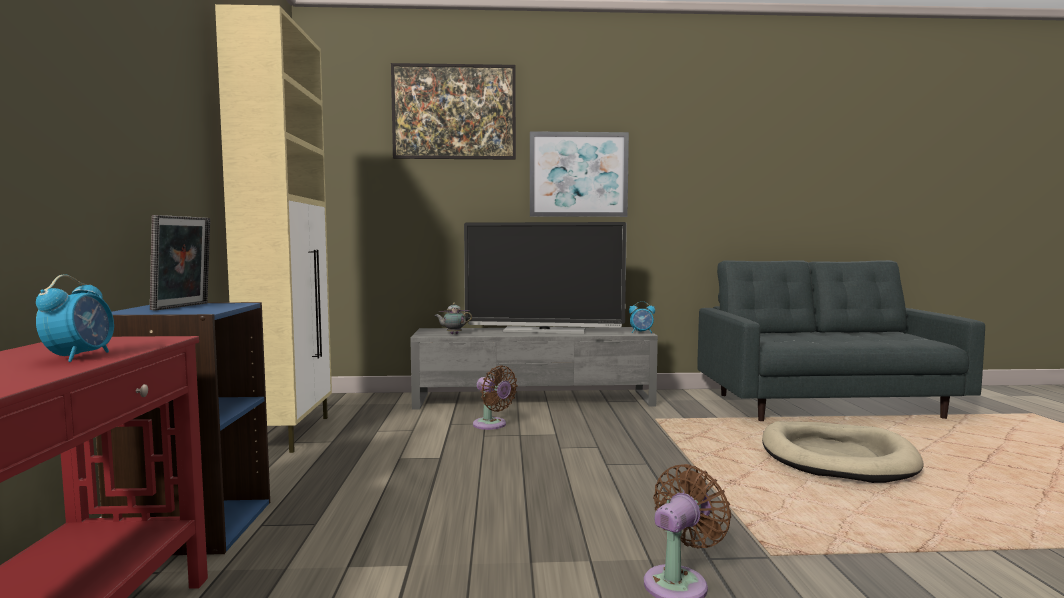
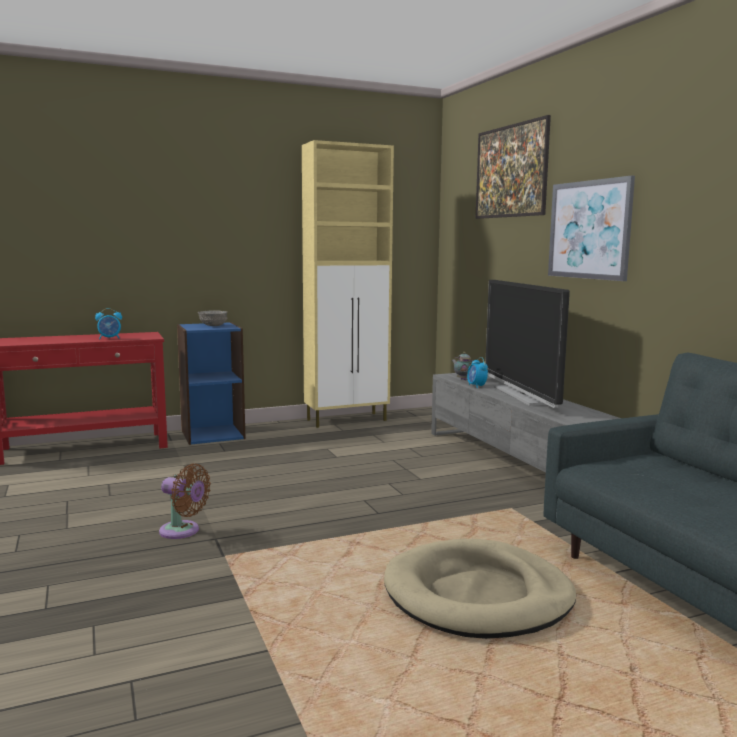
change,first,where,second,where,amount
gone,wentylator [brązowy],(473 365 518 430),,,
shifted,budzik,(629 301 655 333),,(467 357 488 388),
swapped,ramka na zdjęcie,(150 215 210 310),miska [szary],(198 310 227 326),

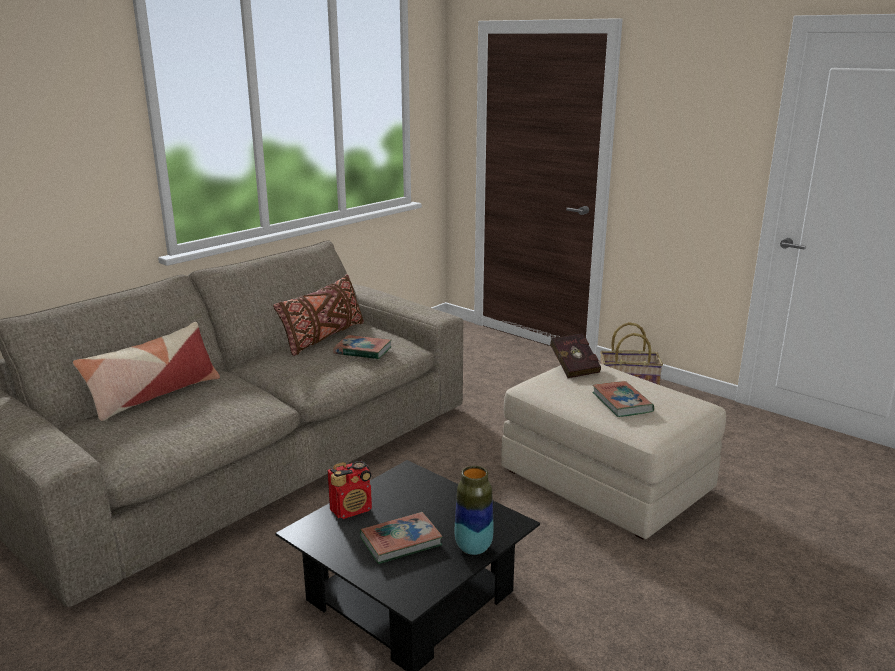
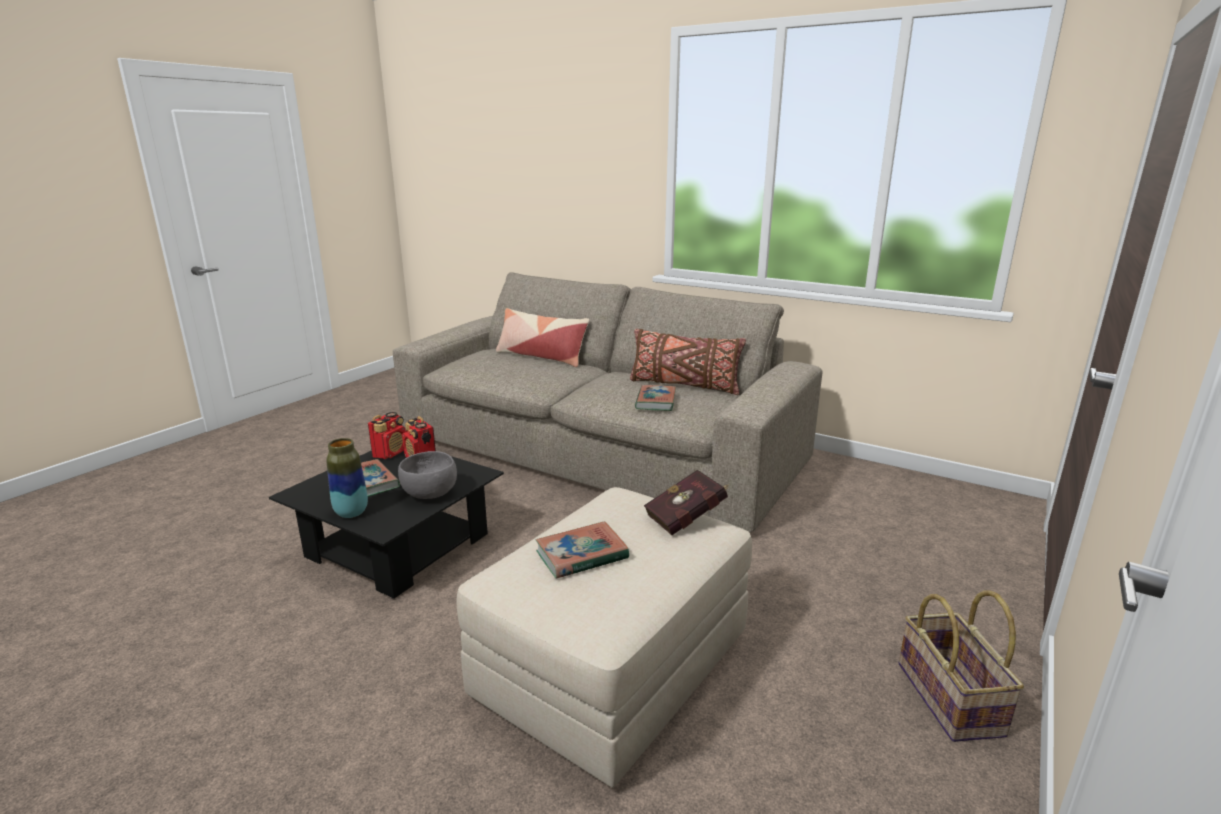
change,first,where,second,where,amount
new,,,radio,(368 412 405 459),
new,,,miska [szary],(398 451 457 499),

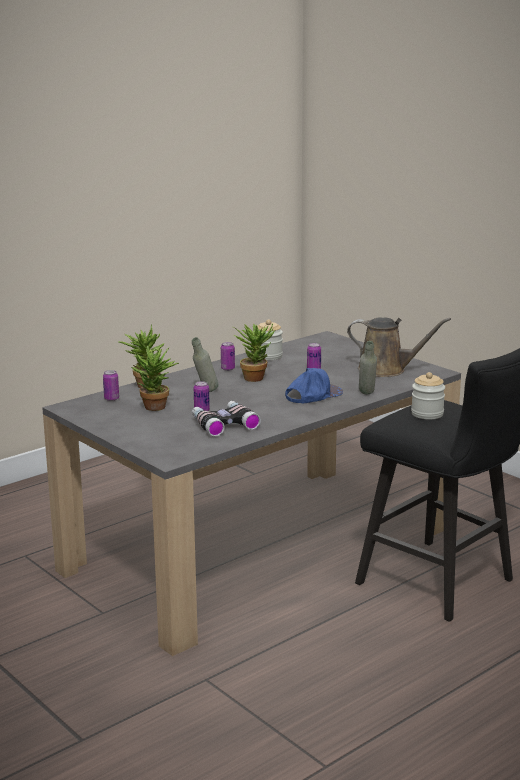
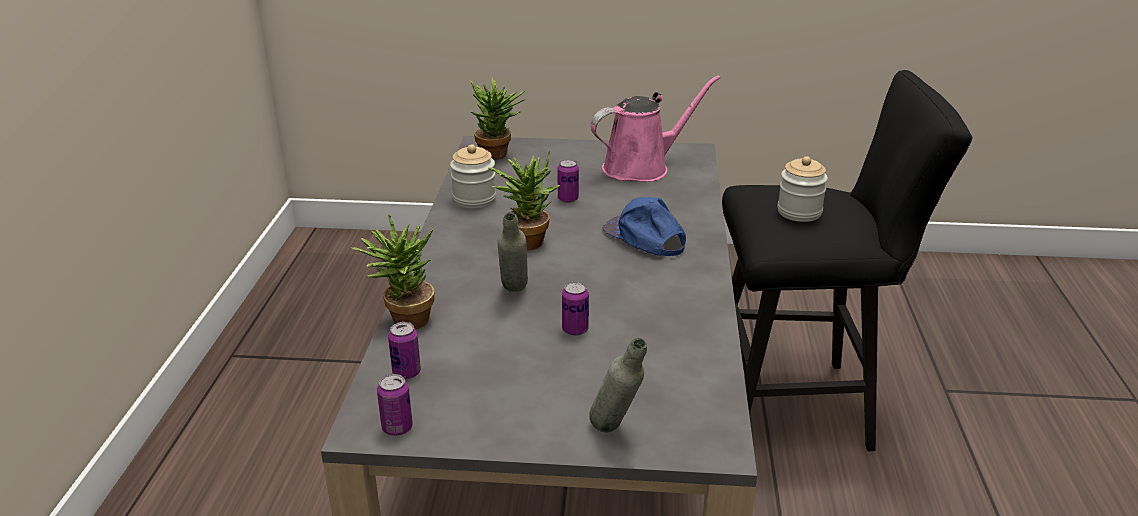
change,first,where,second,where,amount
gone,lornetka,(192 401 261 437),,,
shifted,roślina doniczkowa,(132 345 179 411),,(471 78 526 160),
shifted,puszka,(221 342 235 371),,(377 374 413 436),
shifted,butelka [szary],(359 341 377 394),,(589 338 647 433),
repainted,konewka [brązowy],(347 318 451 377),konewka [różowy],(591 75 720 182),
rotated,czapka z daszkiem [niebieski],(285 368 343 404),,(603 197 686 256),45 degrees counterclockwise

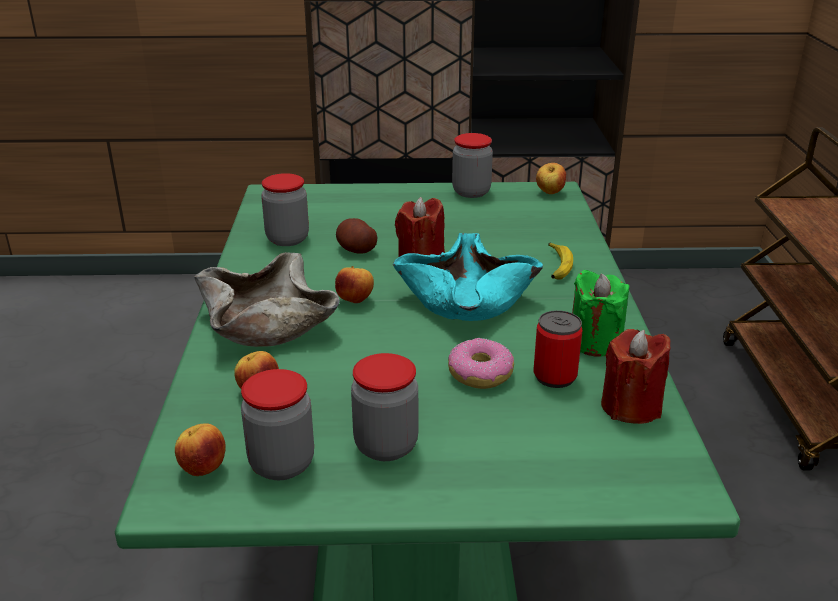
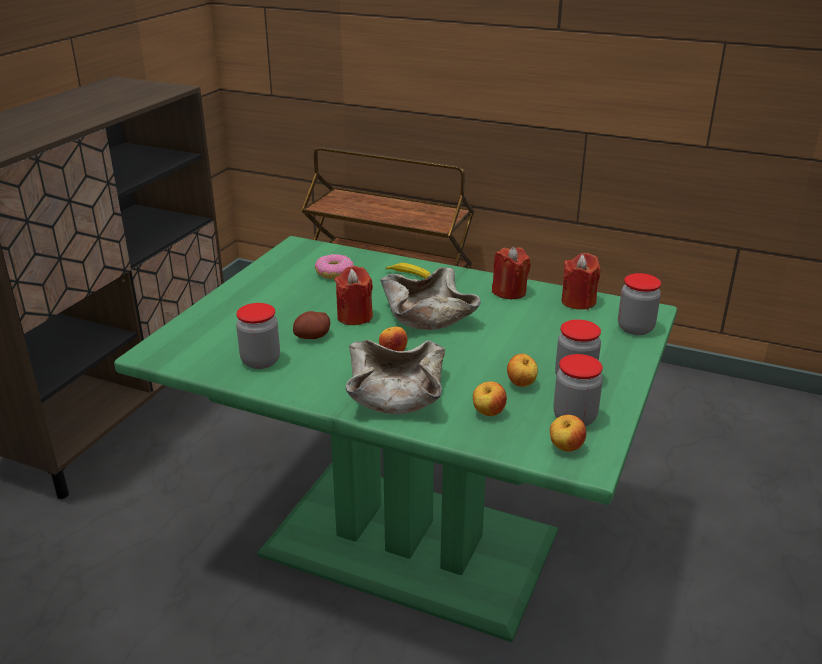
change,first,where,second,where,amount
gone,puszka,(534 310 582 388),,,
shifted,donut,(448 338 514 389),,(315 254 354 279),
shifted,słoik,(452 133 493 198),,(618 273 661 335),
shifted,jabłko,(536 163 566 194),,(507 354 538 387),
repainted,miska [turkusowy],(393 233 543 321),miska [beżowy],(380 267 481 330),
repainted,świeca [zielony],(572 270 629 357),świeca [czerwony],(492 247 531 299),

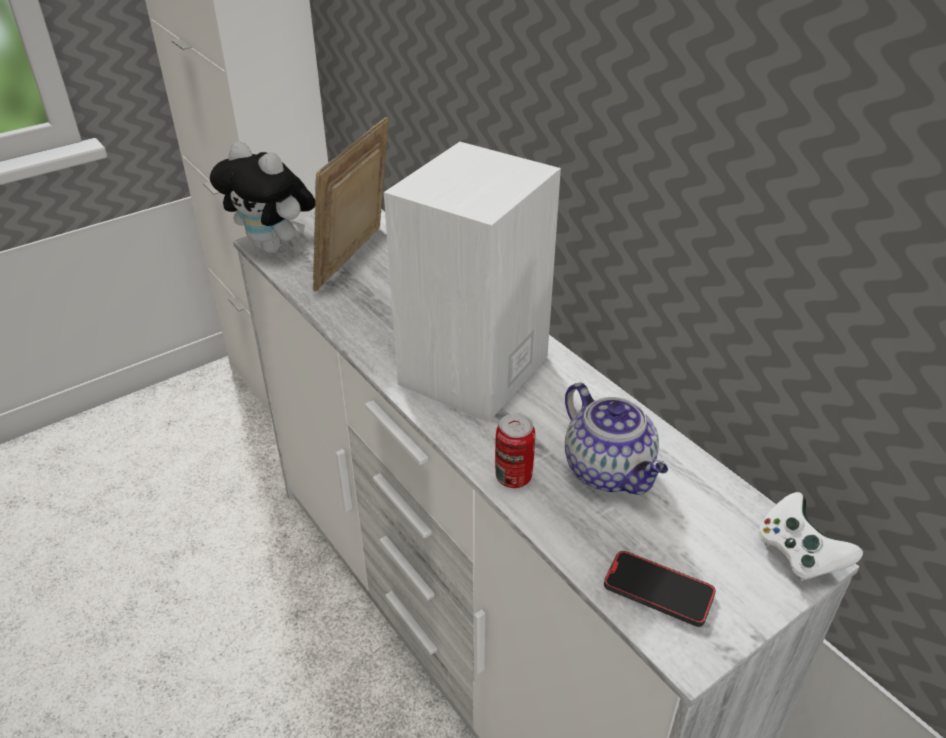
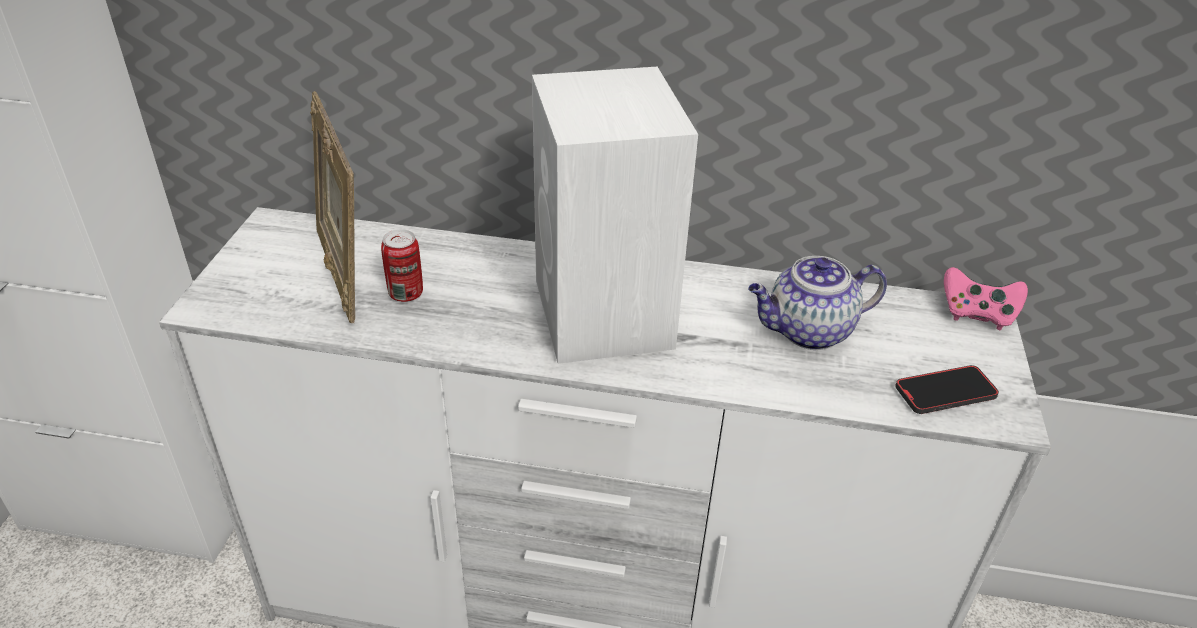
change,first,where,second,where,amount
gone,pluszak,(210 141 315 254),,,
shifted,puszka,(495 414 535 488),,(381 229 423 302),
repainted,pad do gier [biały],(758 492 863 581),pad do gier [różowy],(944 267 1028 330),
rotated,imbryk,(565 383 668 495),,(748 256 887 350),150 degrees clockwise

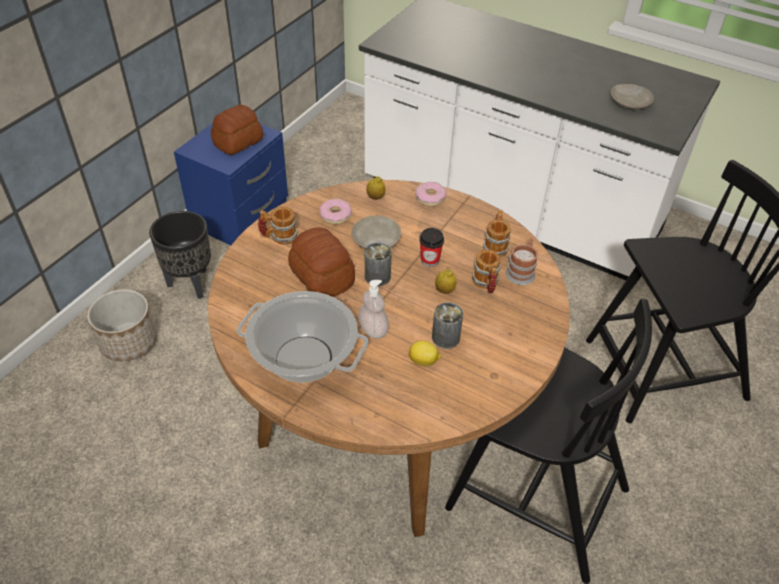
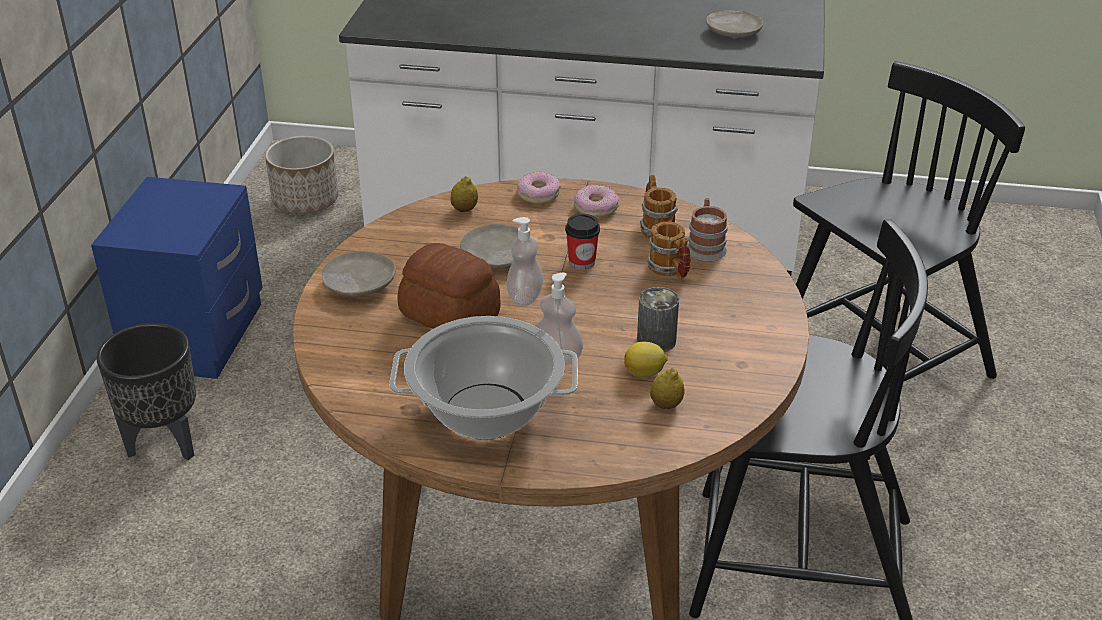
change,first,where,second,where,amount
gone,chleb,(211 105 263 155),,,
shifted,donica,(87 289 157 361),,(265 136 338 214),
shifted,donut,(319 199 352 224),,(574 185 619 217),
shifted,cytryna,(435 269 456 294),,(650 368 685 409),
swapped,kubek,(258 207 298 245),talerz [beżowy],(321 251 396 297),
swapped,puszka,(365 243 392 286),dozownik mydła,(506 217 543 306),

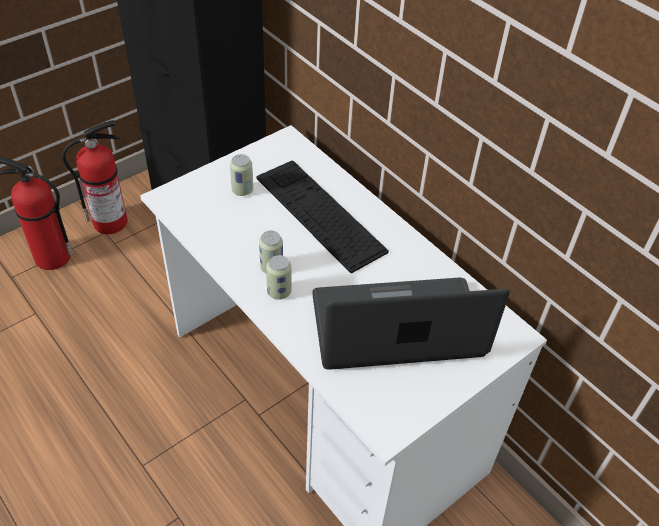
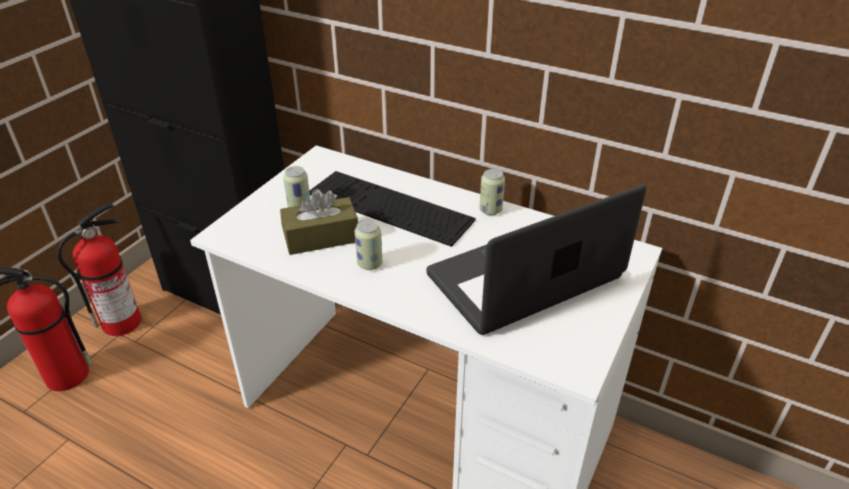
change,first,where,second,where,amount
new,,,pudełko chusteczek [brązowy],(280 189 358 255),
shifted,puszka,(266 255 291 300),,(479 169 505 215),

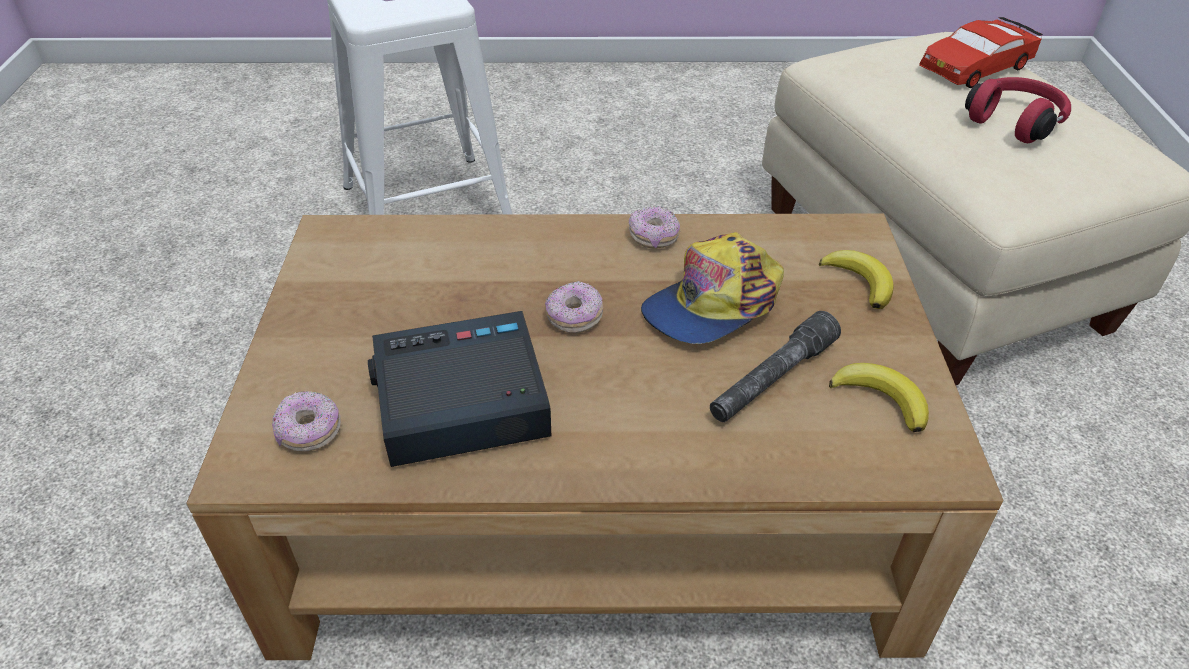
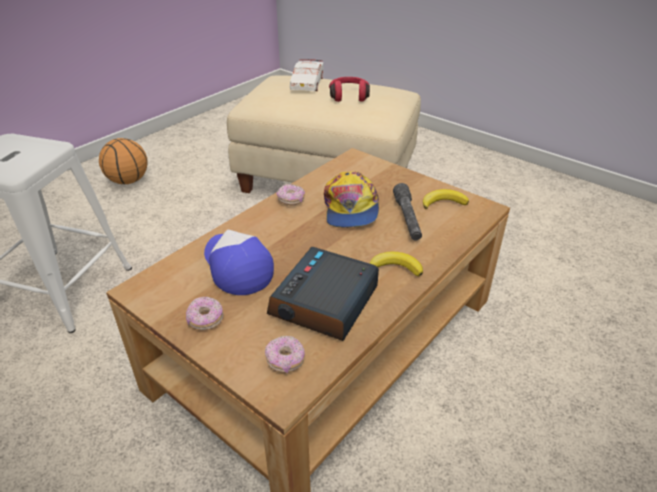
change,first,where,second,where,amount
new,,,piłka do koszykówki,(99 138 148 184),
new,,,czapka z daszkiem,(204 230 274 295),
shifted,donut,(545 281 603 333),,(186 297 223 330),
shifted,banan,(819 250 894 309),,(370 251 423 276),
repainted,samochodzik [czerwony],(919 17 1043 88),samochodzik [biały],(290 59 324 91),

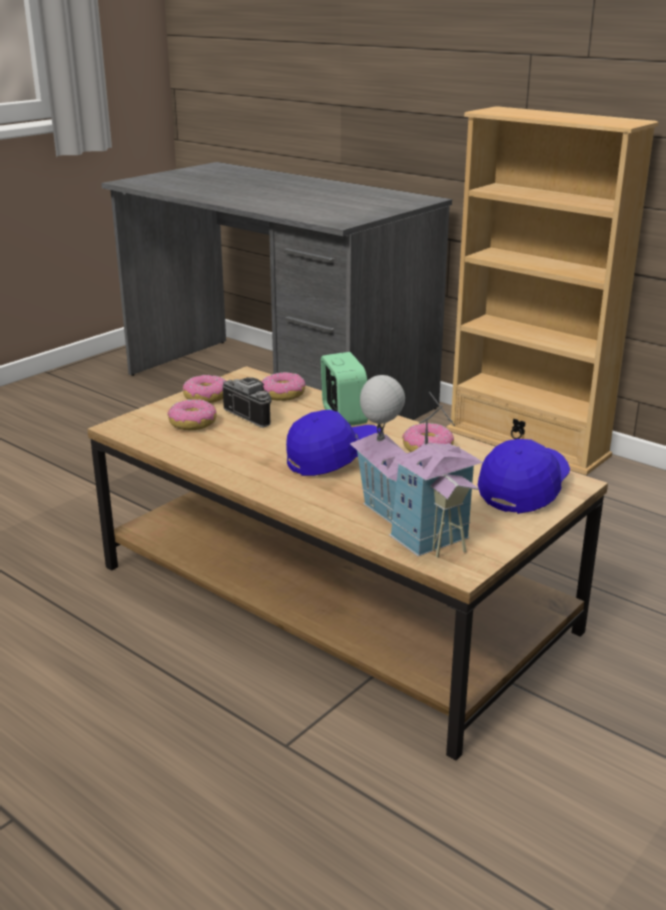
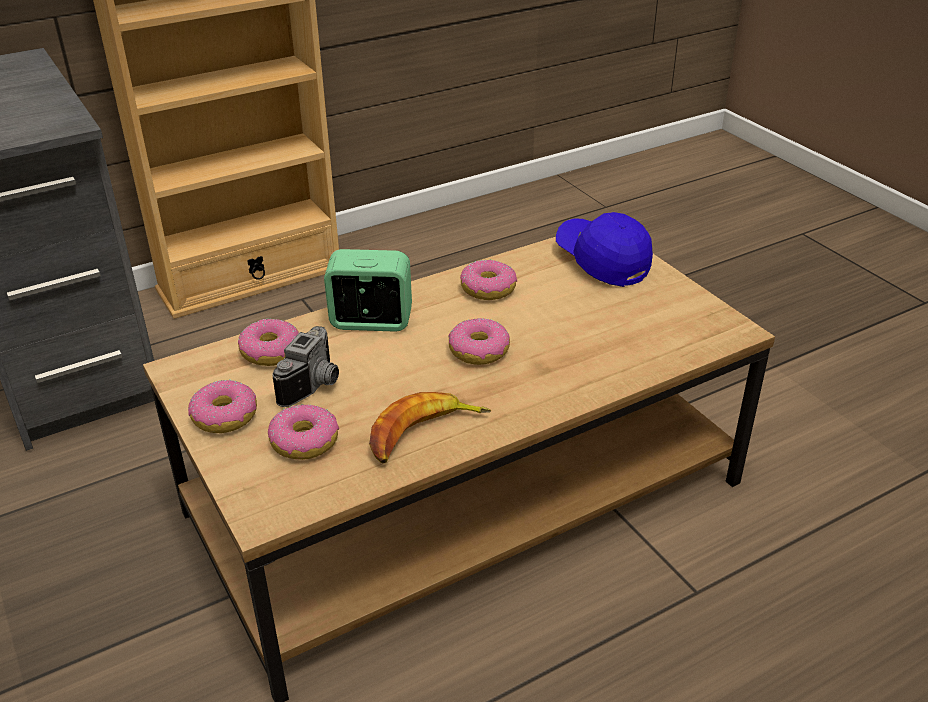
change,first,where,second,where,amount
gone,domek,(350 375 484 558),,,
new,,,banan,(369 392 491 463),
swapped,czapka z daszkiem [niebieski],(286 410 382 476),donut,(448 318 510 365),
rotated,aparat fotograficzny,(223 377 271 428),,(272 326 339 407),135 degrees clockwise

